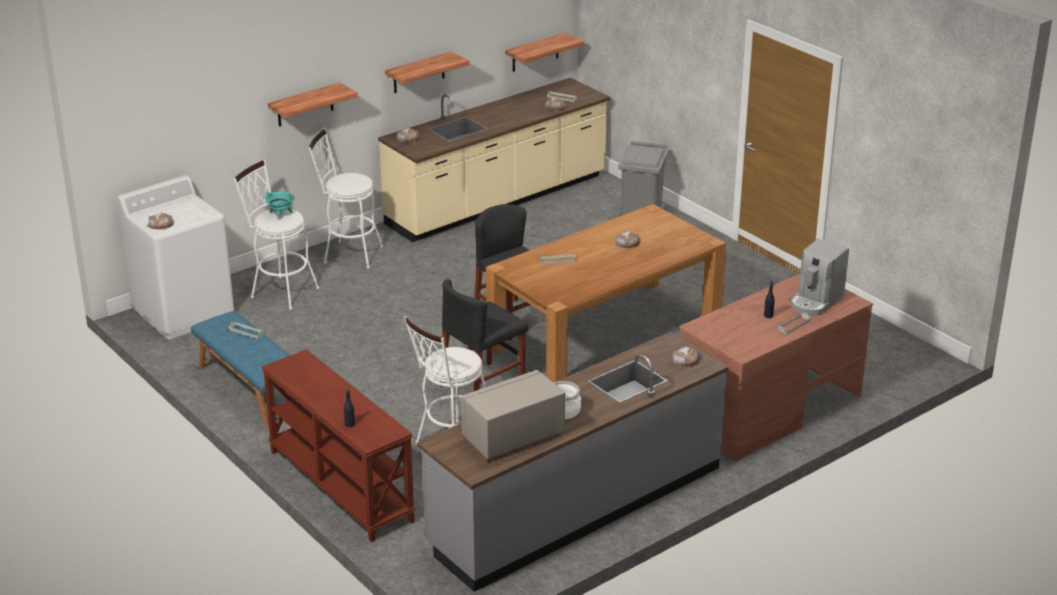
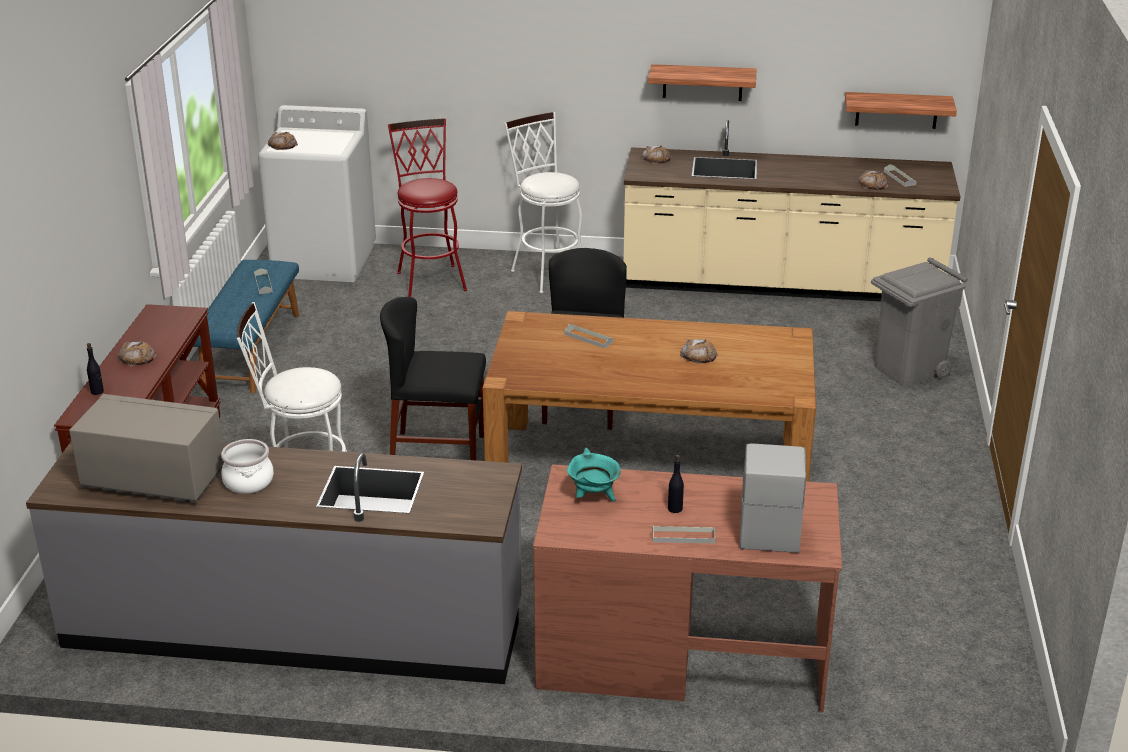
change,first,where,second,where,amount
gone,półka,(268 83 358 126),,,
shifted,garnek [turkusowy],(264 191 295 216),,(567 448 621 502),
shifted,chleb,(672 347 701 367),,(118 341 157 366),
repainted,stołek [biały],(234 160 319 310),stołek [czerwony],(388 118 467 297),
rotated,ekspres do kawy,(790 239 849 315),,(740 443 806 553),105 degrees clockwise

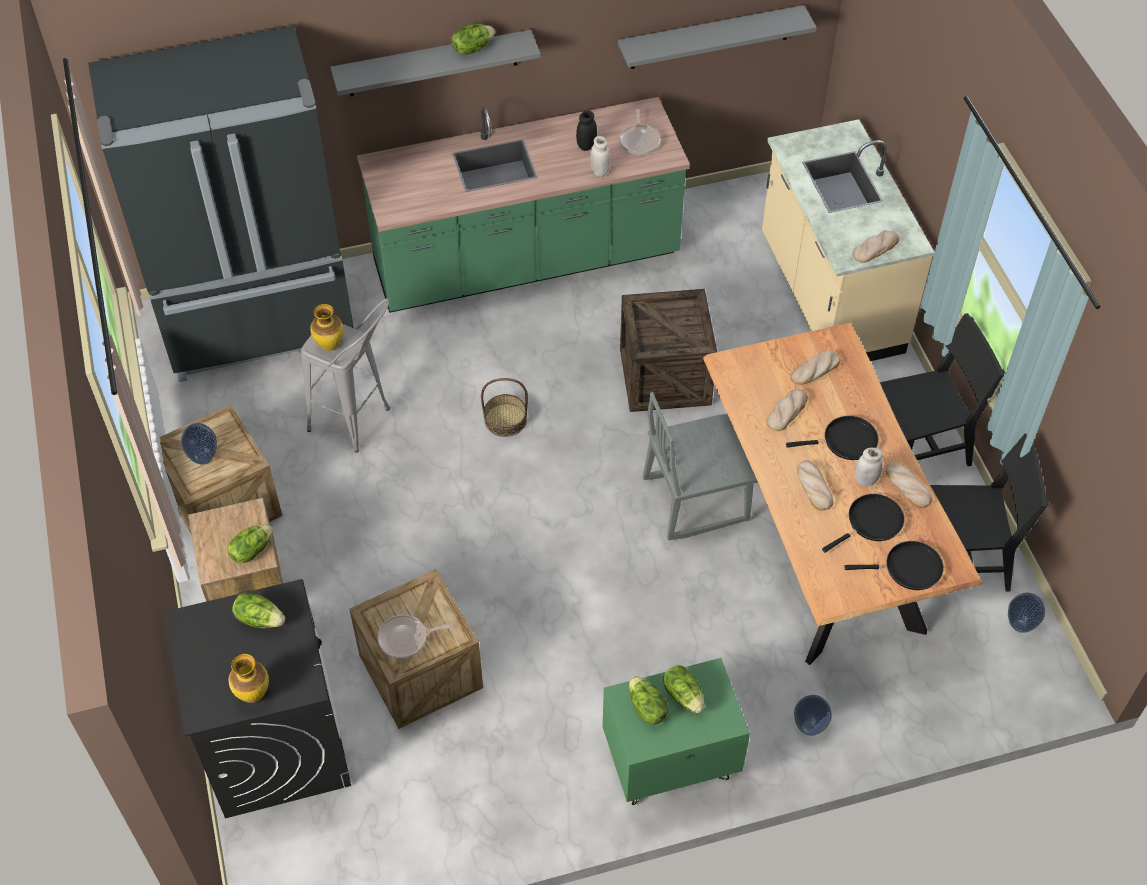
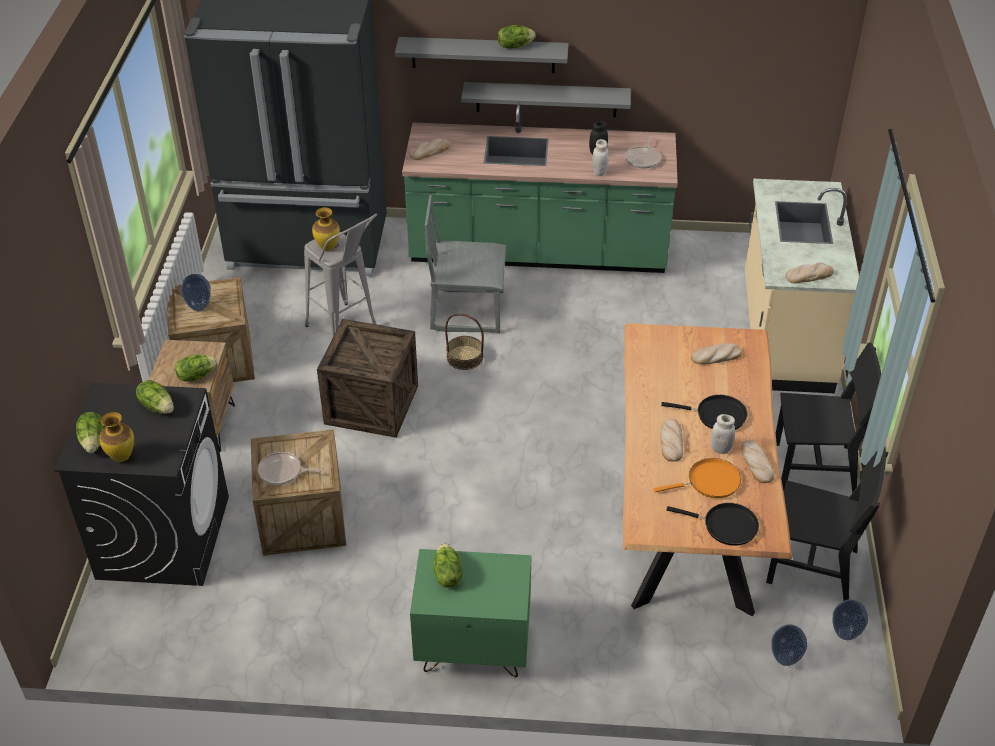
change,first,where,second,where,amount
shifted,półka [szary],(618 5 817 69),,(461 82 631 117),
shifted,skrzynka,(620 289 717 412),,(317 319 418 438),
shifted,krzesło [szary],(643 392 758 541),,(425 195 506 333),
shifted,sałata,(664 665 705 713),,(76 412 104 453),
shifted,chleb,(767 389 808 431),,(409 138 451 160),
shifted,wazon,(794 695 832 736),,(772 624 807 666),
repainted,patelnia [czarny],(822 494 904 553),patelnia [pomarańczowy],(654 458 741 498),

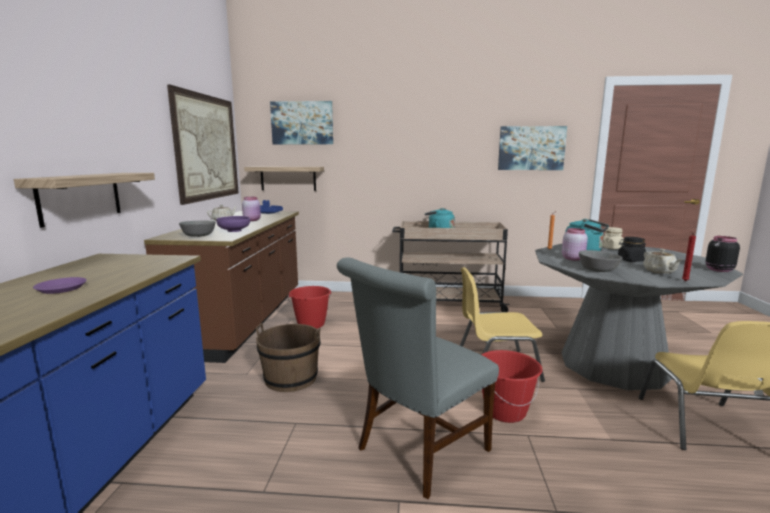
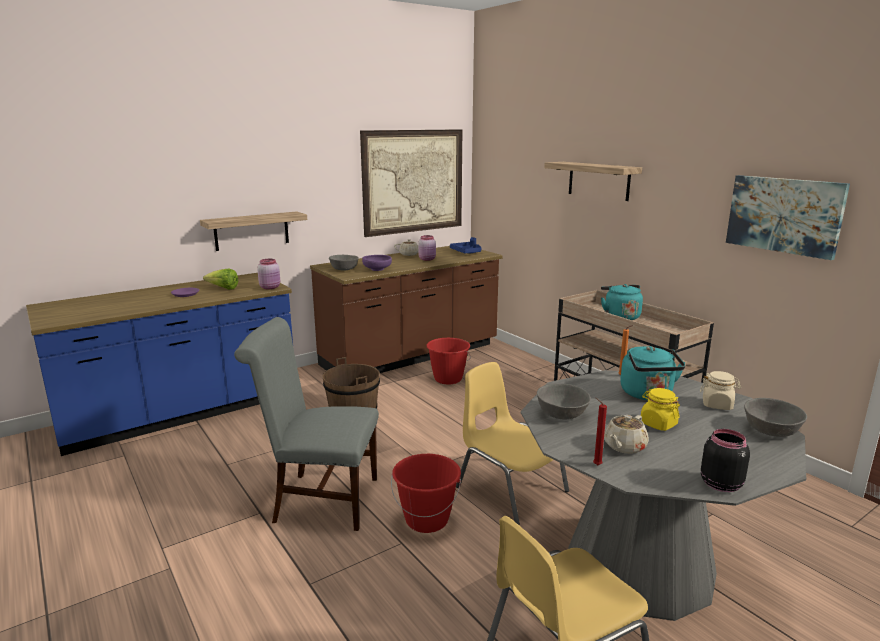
change,first,where,second,where,amount
gone,obraz,(270 101 333 144),,,
new,,,sałata,(203 268 238 290),
new,,,miska [szary],(744 398 807 437),
shifted,półka,(244 167 324 191),,(544 162 642 201),
shifted,słoik [różowy],(562 228 588 261),,(257 259 280 289),
repainted,słoik [czarny],(618 237 646 262),słoik [żółty],(641 388 680 431),

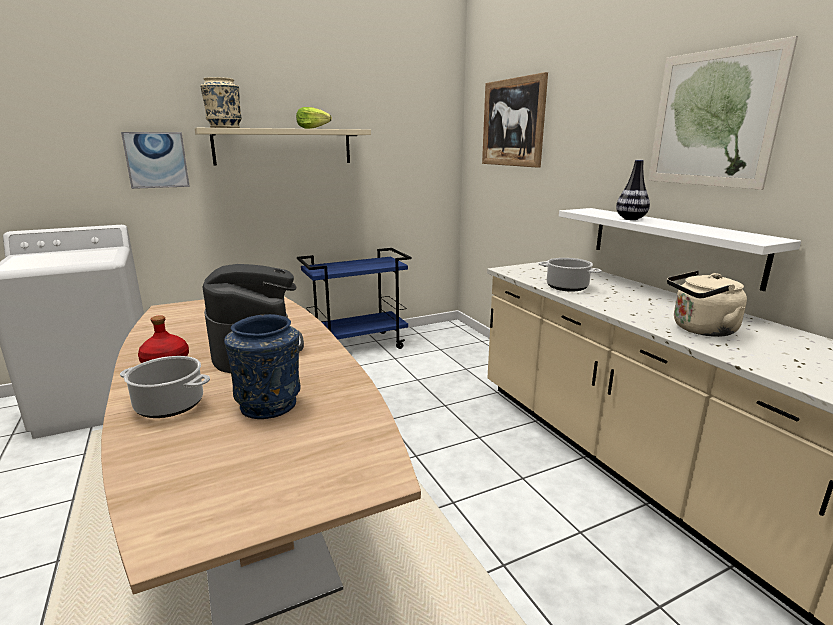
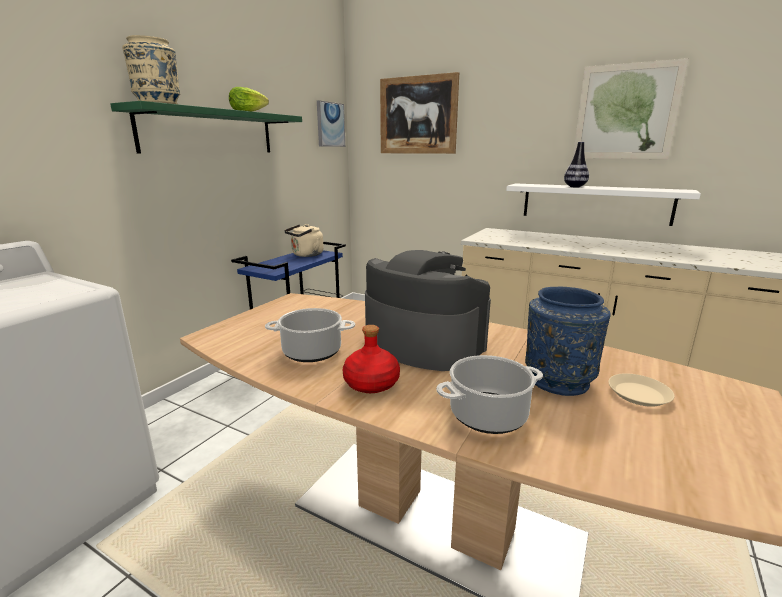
change,first,where,second,where,amount
new,,,talerz [beżowy],(608 373 674 407),
shifted,obraz,(121 132 190 189),,(317 100 345 147),
shifted,garnek,(539 258 602 292),,(265 308 355 362),
shifted,czajnik [beżowy],(667 271 747 337),,(284 224 324 257),
repainted,półka [beżowy],(195 128 371 165),półka [zielony],(110 101 302 154),

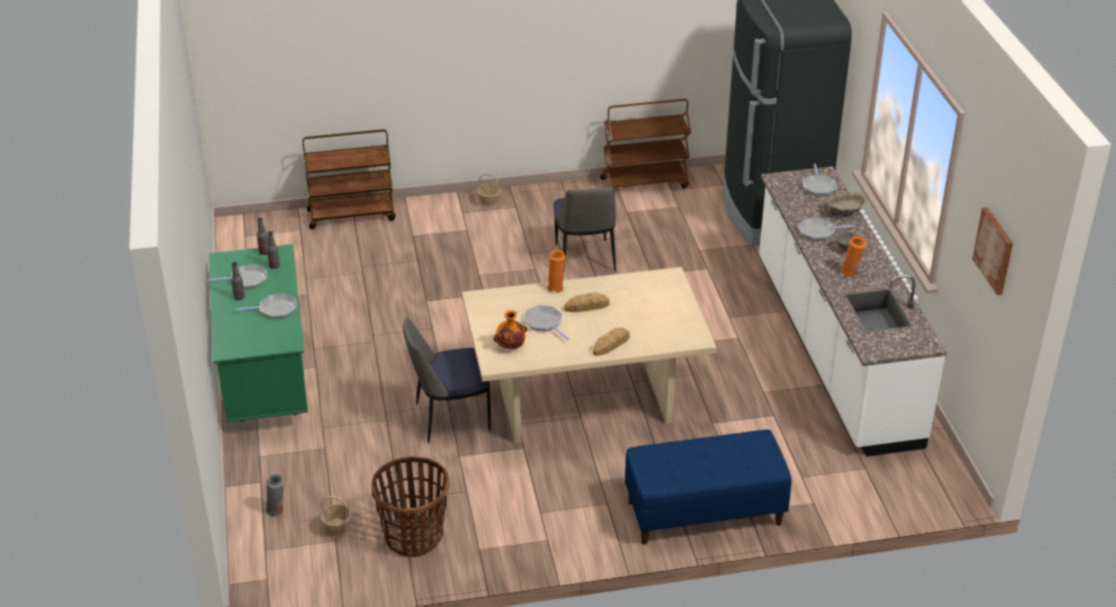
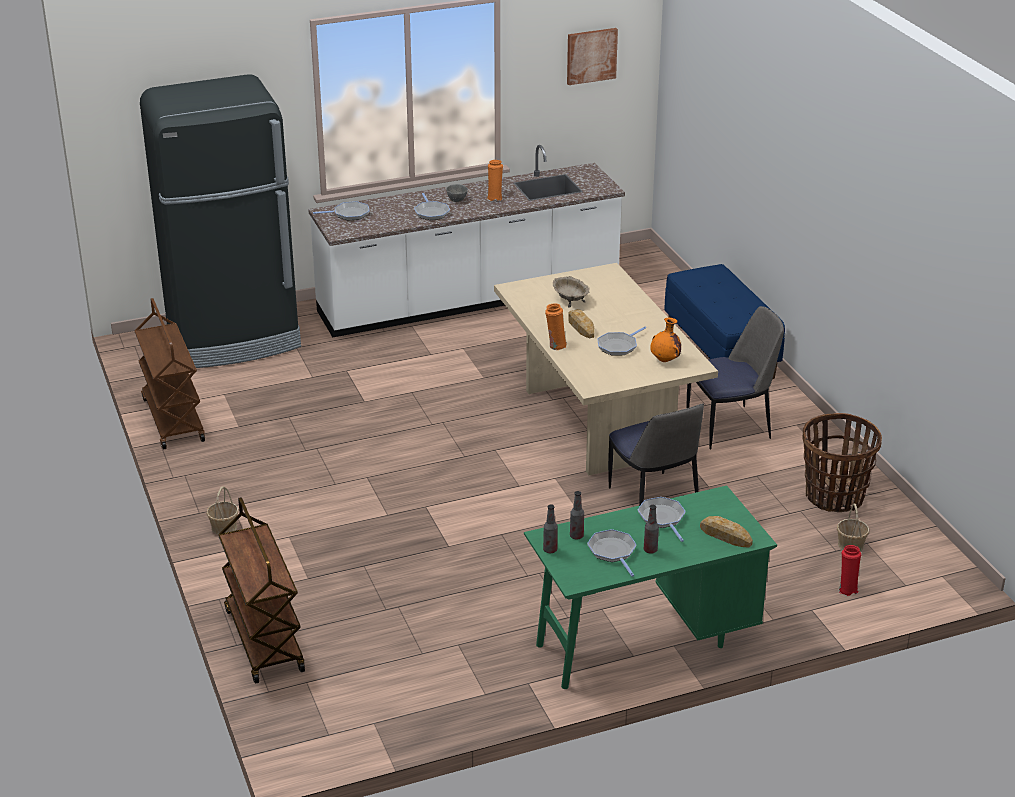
change,first,where,second,where,amount
shifted,krzesło,(554 187 616 274),,(687 306 784 450),
shifted,chleb,(593 328 630 356),,(700 516 753 547),
shifted,miska [beżowy],(827 192 867 219),,(553 276 590 308),
repainted,wazon [szary],(266 474 284 516),wazon [czerwony],(838 545 861 596),

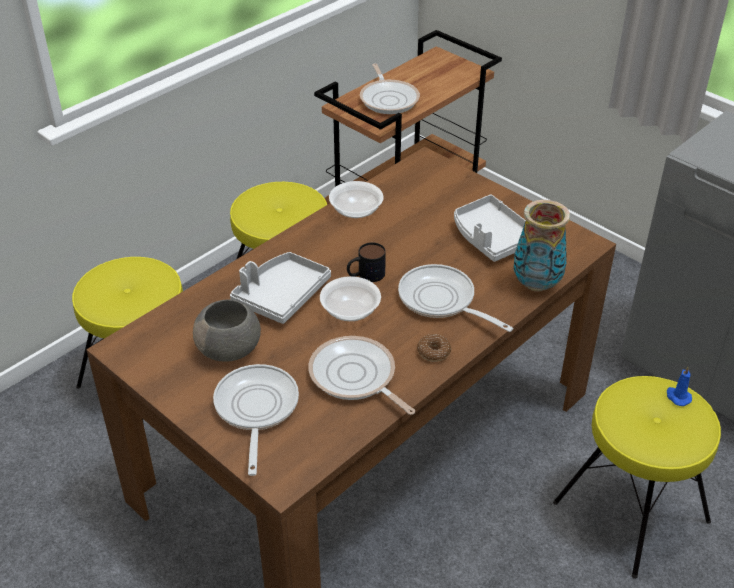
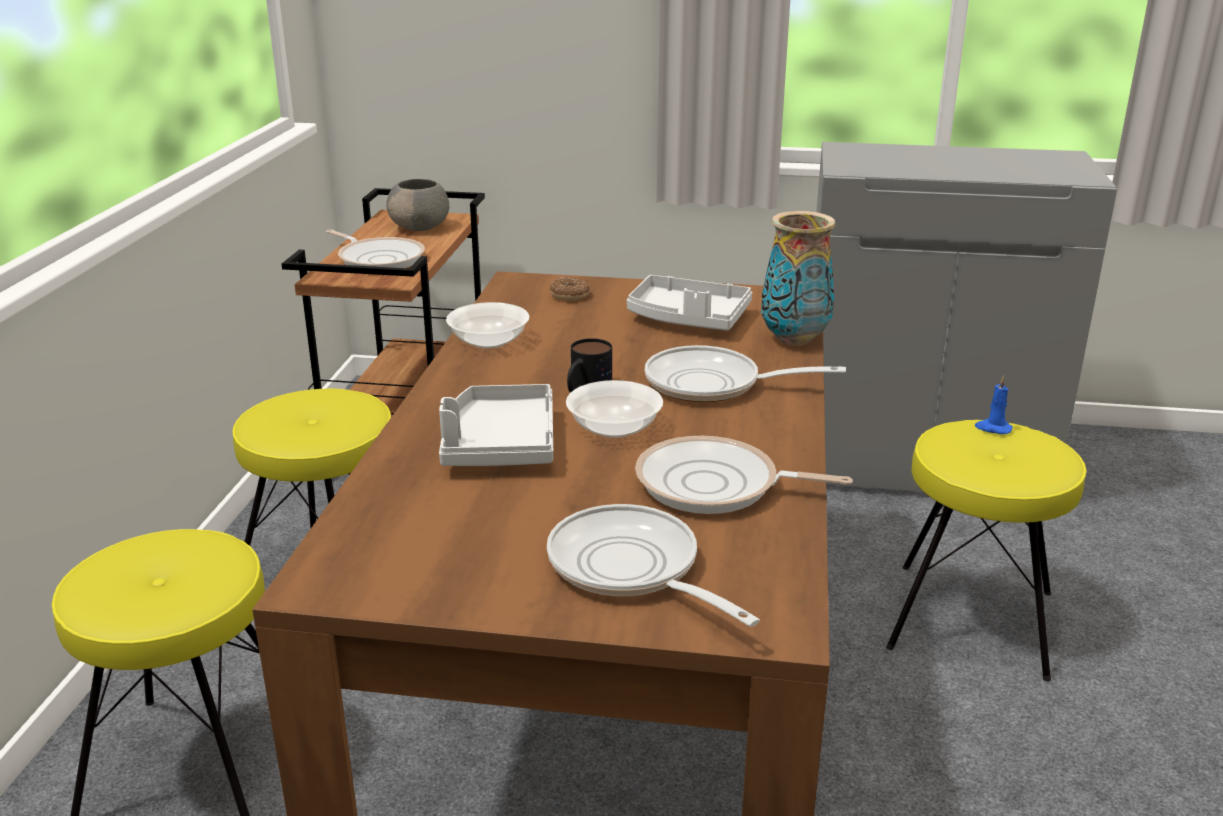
change,first,where,second,where,amount
shifted,miska [szary],(193 300 261 362),,(386 179 449 231),
shifted,donut,(417 334 451 362),,(550 277 590 301),

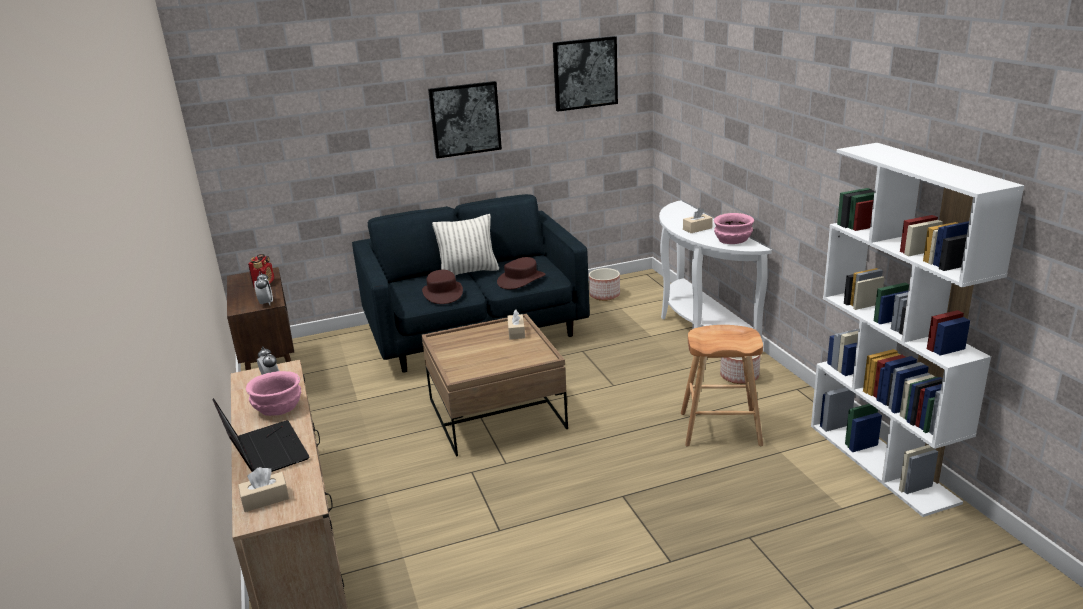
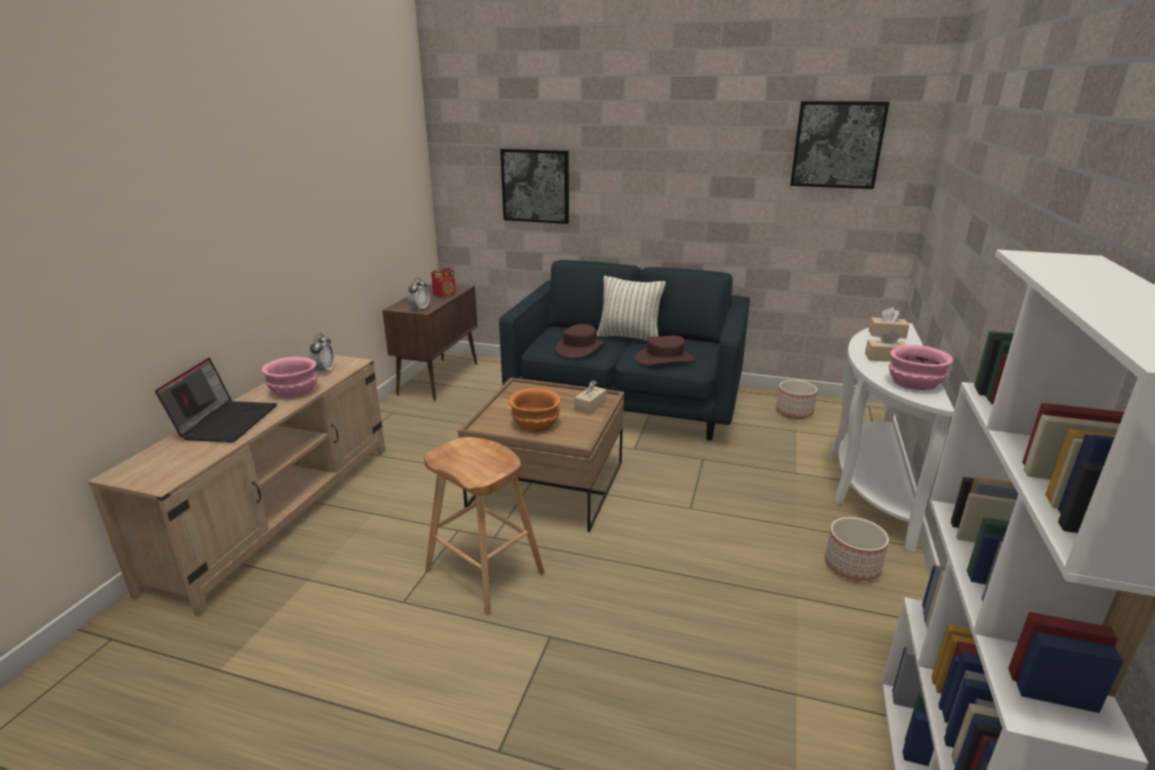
change,first,where,second,where,amount
new,,,miska [pomarańczowy],(509 388 561 432),
shifted,pudełko chusteczek [beżowy],(238 467 289 512),,(869 307 909 339),
shifted,obraz,(428 81 502 158),,(500 149 569 224),
shifted,stołek [brązowy],(681 325 763 447),,(424 437 545 614),

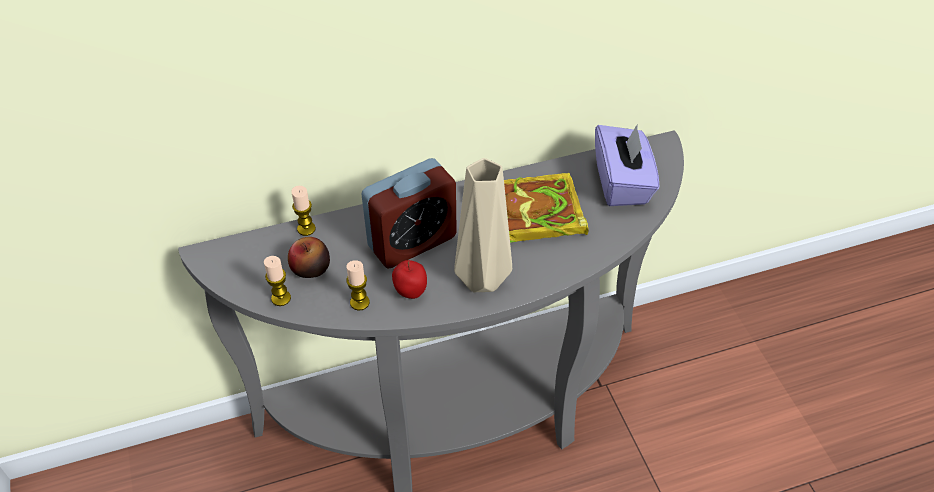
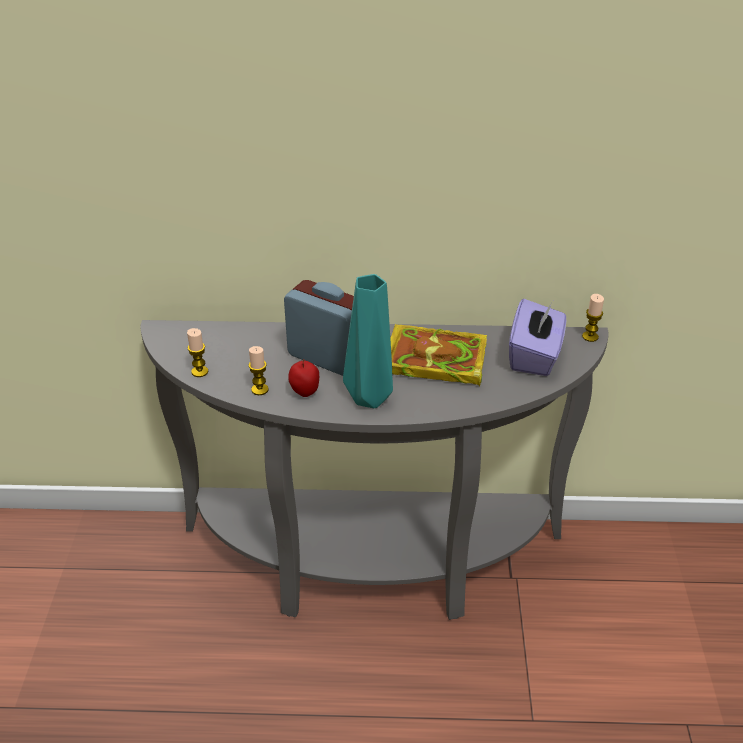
change,first,where,second,where,amount
gone,jabłko,(288 237 330 278),,,
shifted,świeca,(291 186 316 236),,(582 294 604 342),
repainted,wazon [beżowy],(454 158 512 292),wazon [turkusowy],(343 274 393 408),
rotated,budzik,(361 158 457 269),,(284 280 354 376),135 degrees counterclockwise

